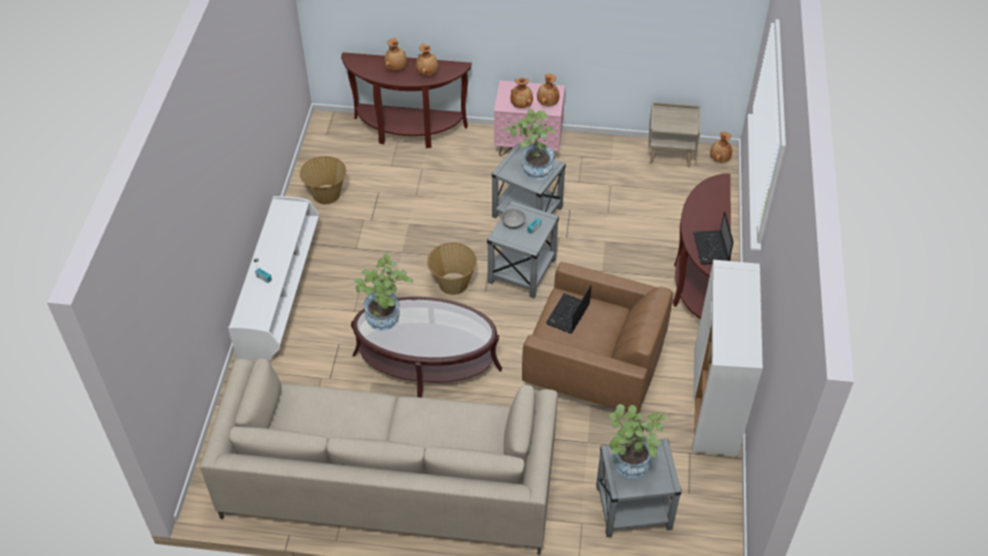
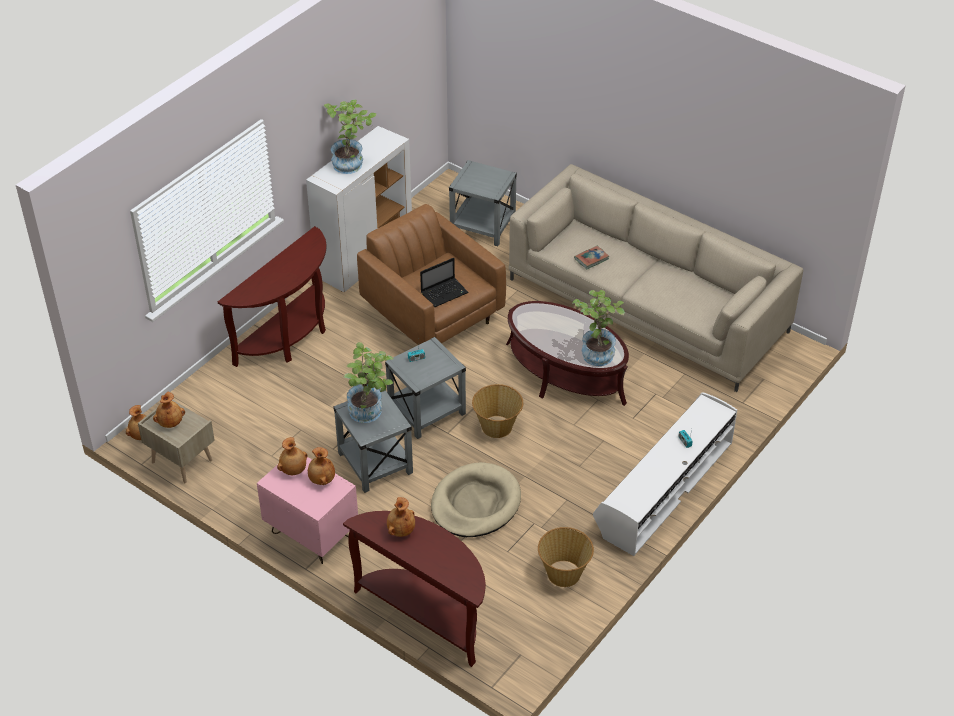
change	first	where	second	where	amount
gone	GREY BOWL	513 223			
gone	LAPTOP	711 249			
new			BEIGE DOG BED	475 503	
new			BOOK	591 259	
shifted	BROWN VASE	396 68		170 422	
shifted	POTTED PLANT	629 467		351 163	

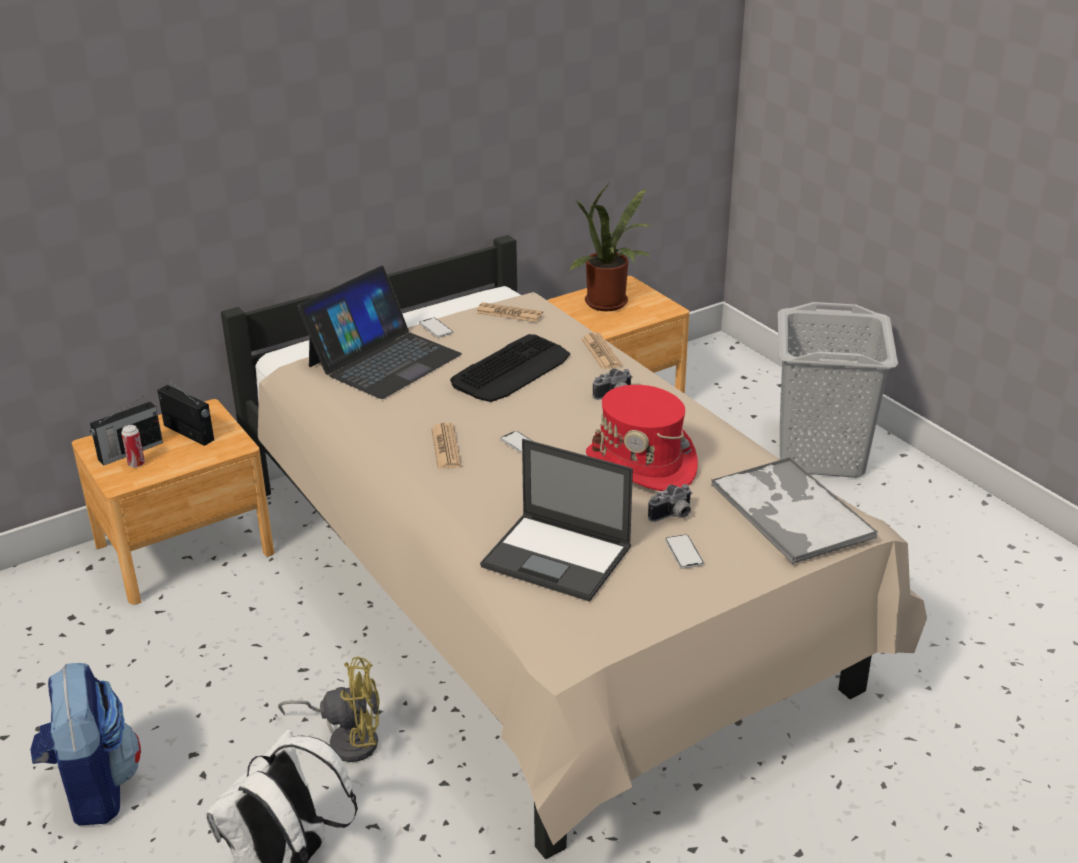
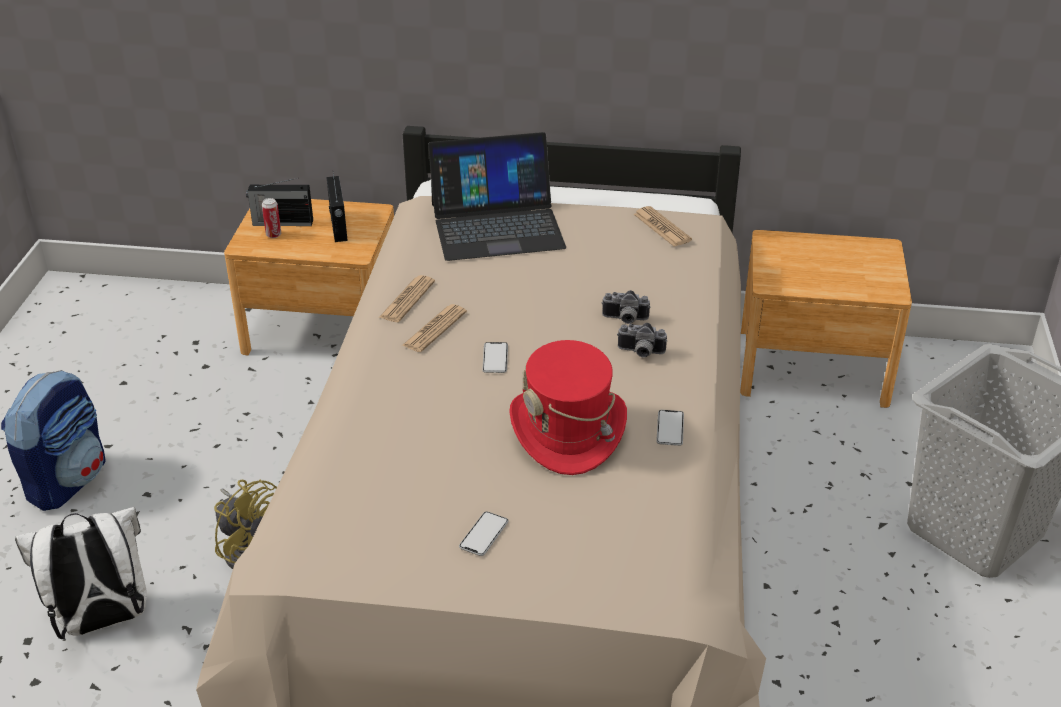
change	first	where	second	where	amount
gone	KEYBOARD	512 370			
gone	LAPTOP	558 557			
gone	POTTED PLANT	610 304			
gone	TRAY	790 510			
shifted	PHONE	436 328		670 428	
shifted	NEWSPAPER	601 352		407 300	
shifted	PHOTO CAMERA	673 516		624 320	

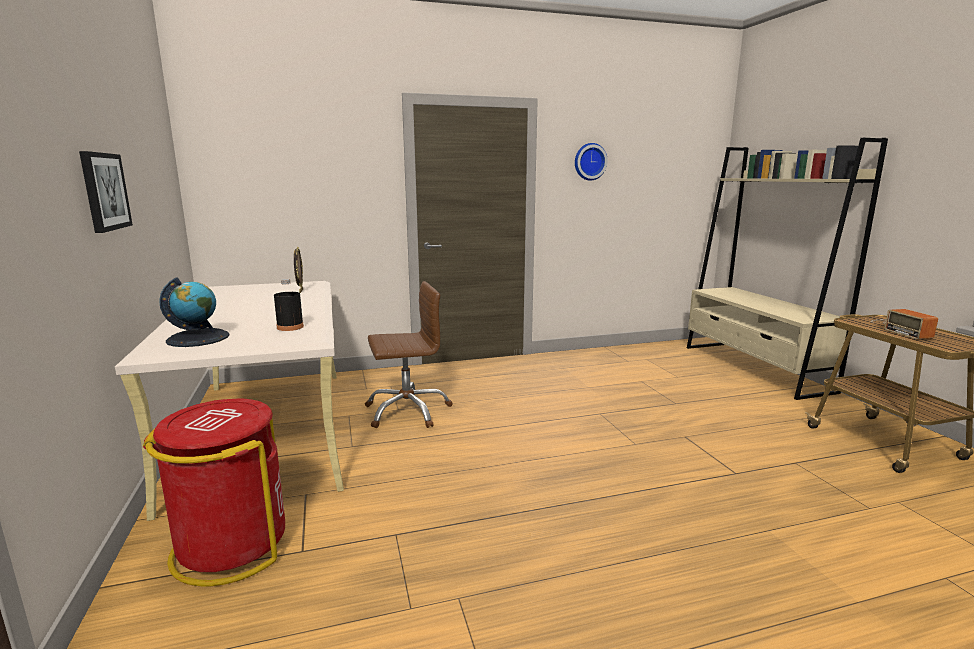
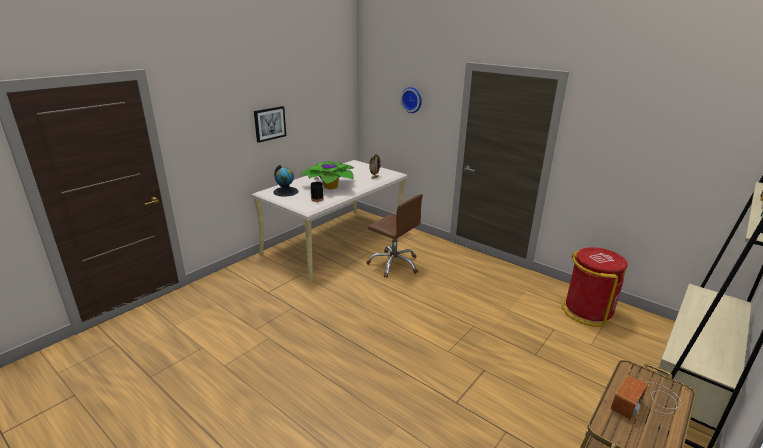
change	first	where	second	where	amount
new			POTTED PLANT	330 186	
shifted	RED TRASH CAN	231 546		587 311	
shifted	WALL CLOCK	589 161		412 99	

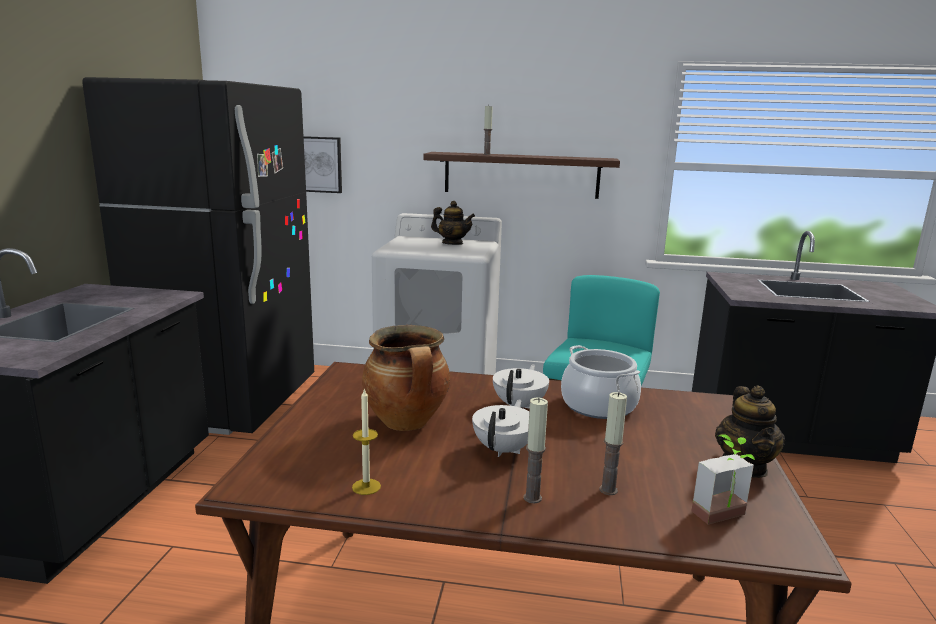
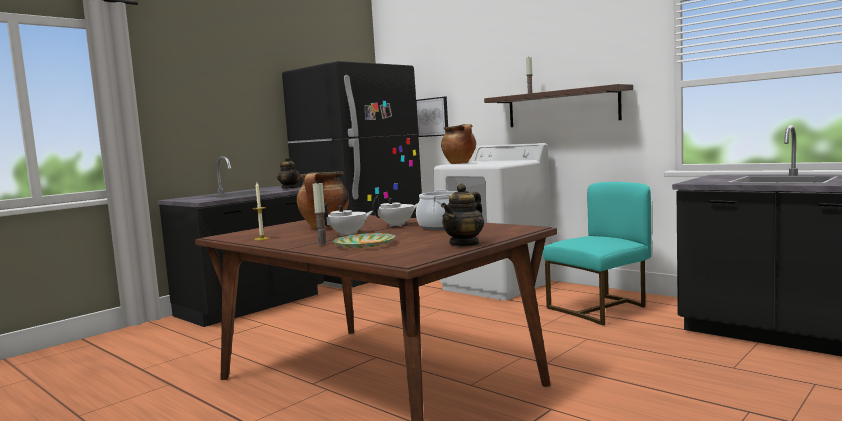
change	first	where	second	where	amount
gone	POTTED PLANT	725 518			
new			COOKING POT	460 163	
shifted	TEAPOT	452 243		290 188	
swapped	CANDLE	608 490	PLATE	364 245	

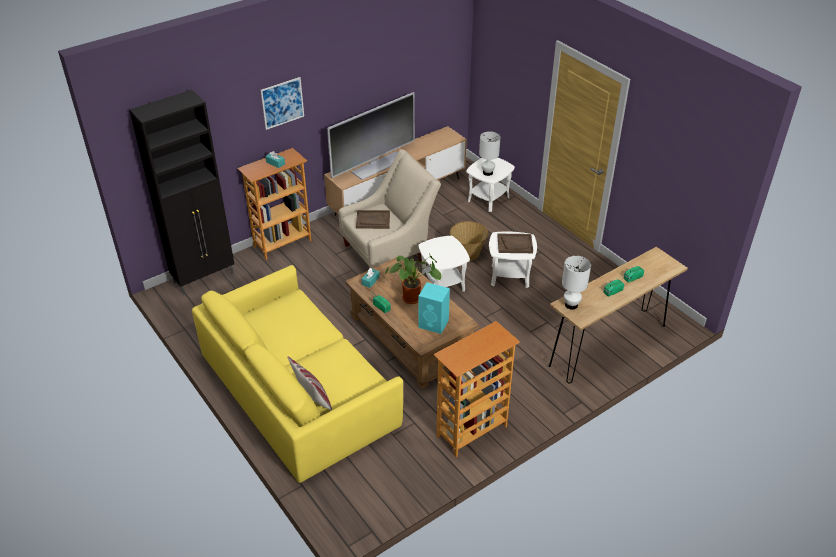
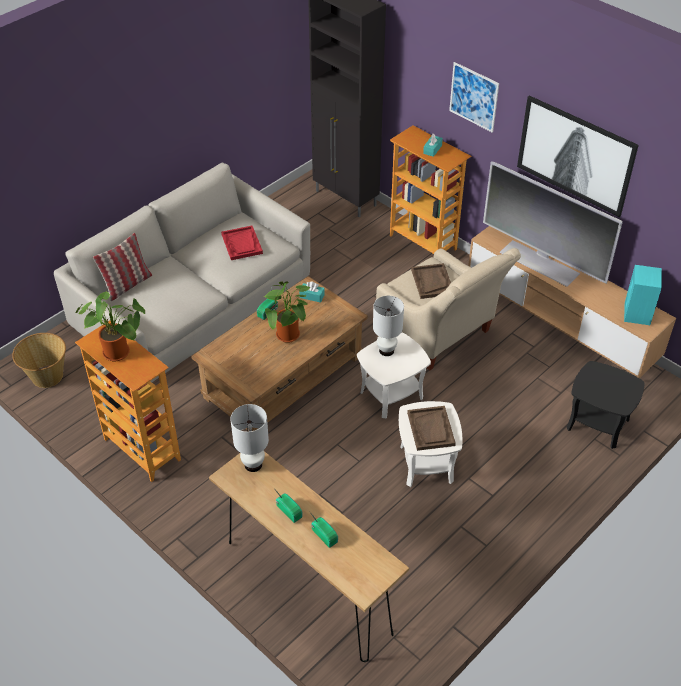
change	first	where	second	where	amount
new			POTTED PLANT	119 353	
new			RED TRAY	242 244	
new			PICTURE	576 155	
shifted	TURQUOISE SPEAKER	434 324		637 314	
shifted	BASKET	467 253		46 376	
shifted	WHITE TABLE LAMP	488 173		386 351	
repainted	YELLOW SOFA	298 389	GREY SOFA	192 299	
repainted	WHITE SIDE TABLE	488 199	BLACK SIDE TABLE	598 424	

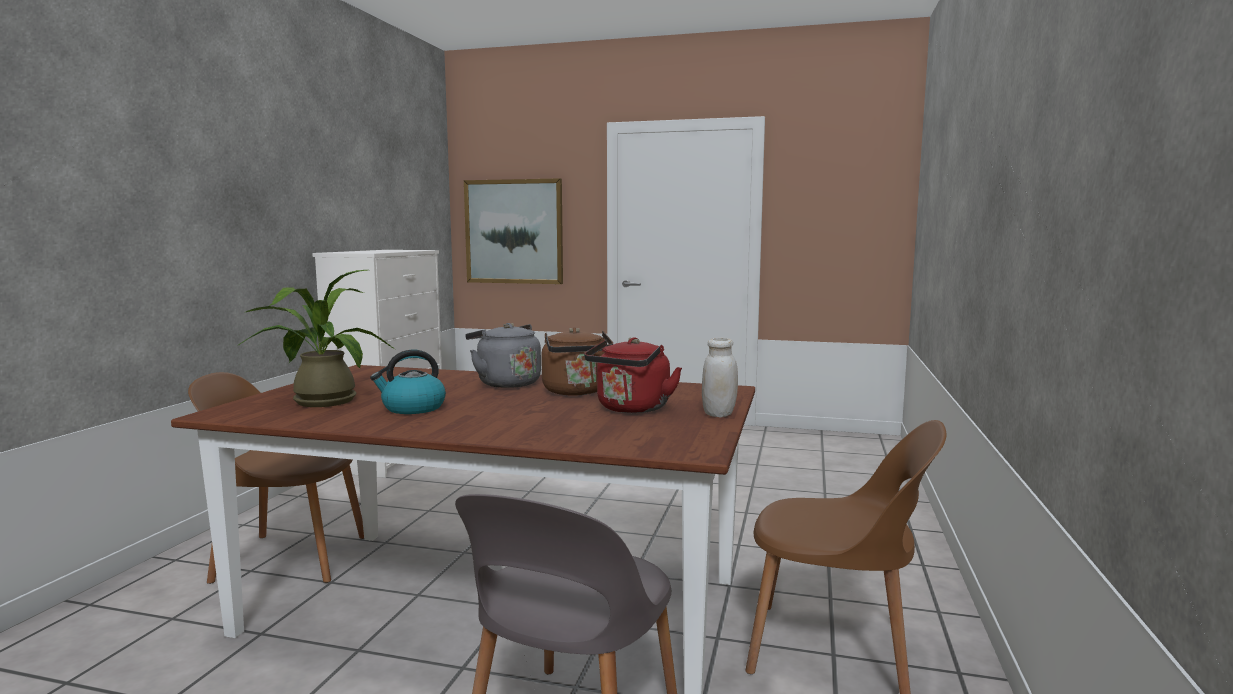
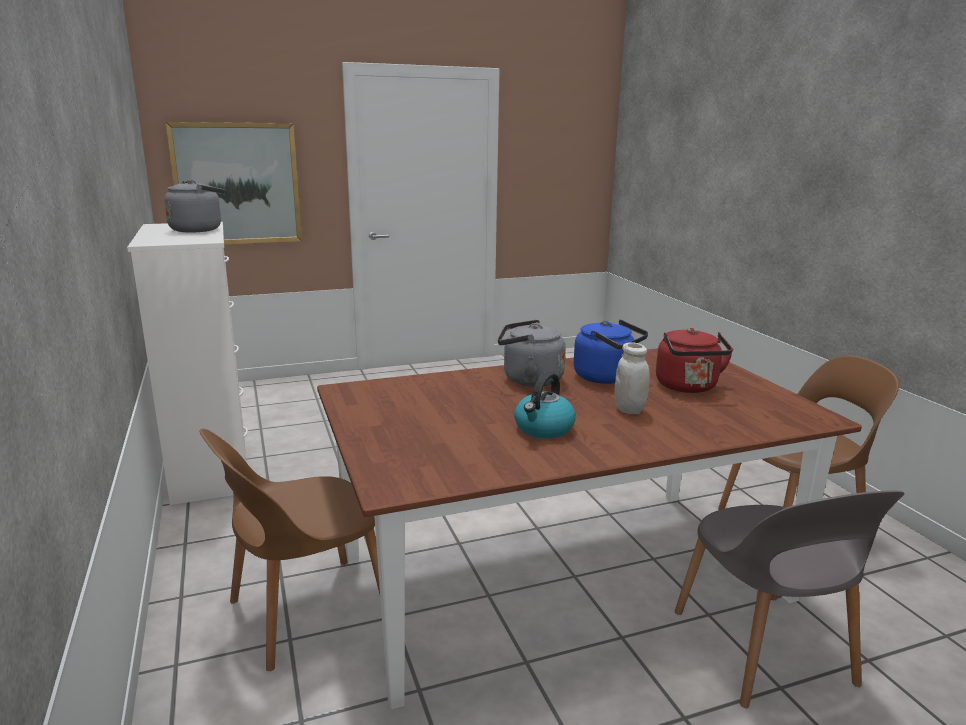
change	first	where	second	where	amount
gone	POTTED PLANT	319 400			
new			GREY KETTLE	199 230	
shifted	WHITE JAR	719 414		629 409	
repainted	BROWN KETTLE	577 392	BLUE KETTLE	607 377	

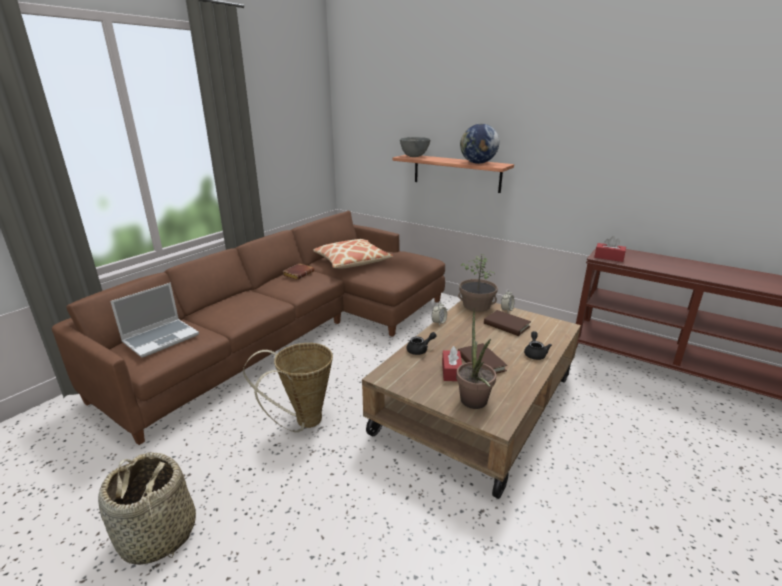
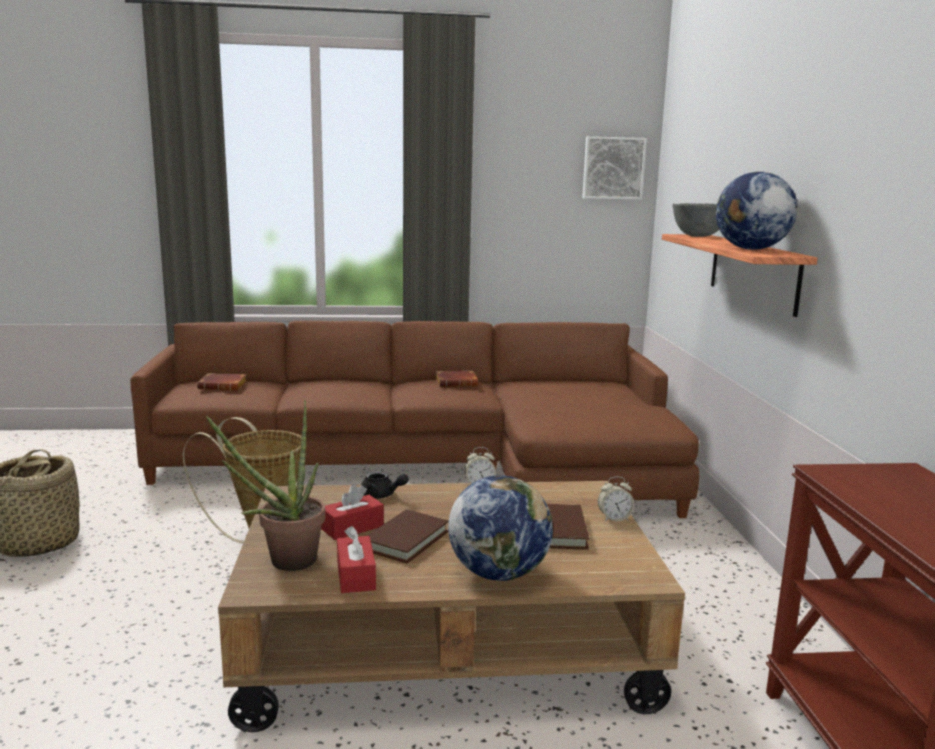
change	first	where	second	where	amount
gone	PILLOW	352 261			
gone	POTTED PLANT	476 305			
new			PICTURE	613 168	
shifted	RED TISSUE BOX	609 257		356 575	
swapped	LAPTOP	161 338	BROWN BOOK	224 386	
swapped	BLACK TEAPOT	535 353	GLOBE	498 573	

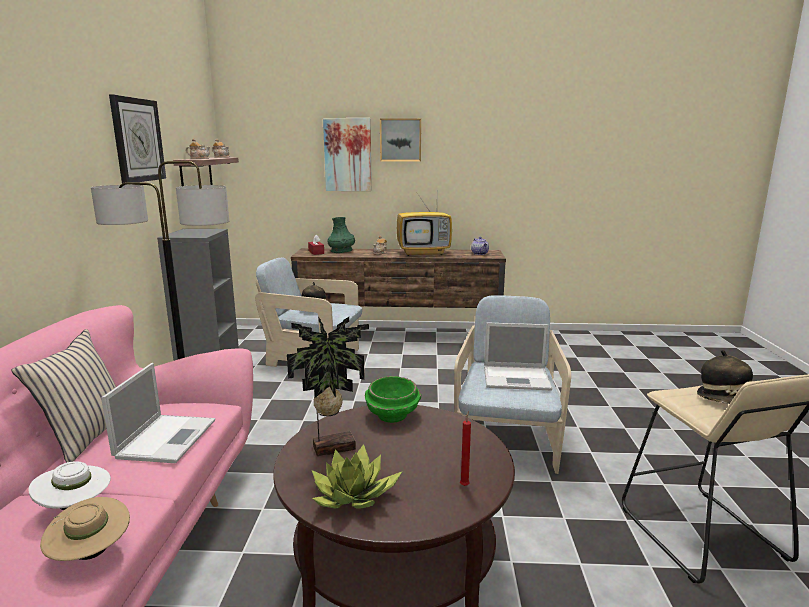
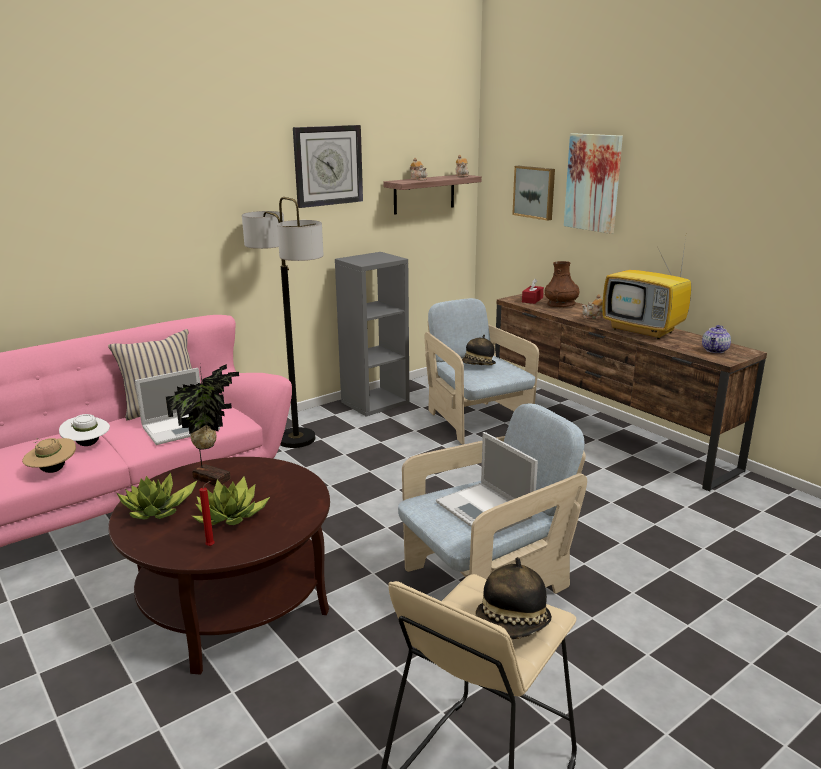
change	first	where	second	where	amount
gone	GREEN BOWL	393 415			
new			POTTED PLANT	231 516	
shifted	PICTURE	400 140		535 192	
repainted	GREEN VASE	341 251	BROWN VASE	561 304	

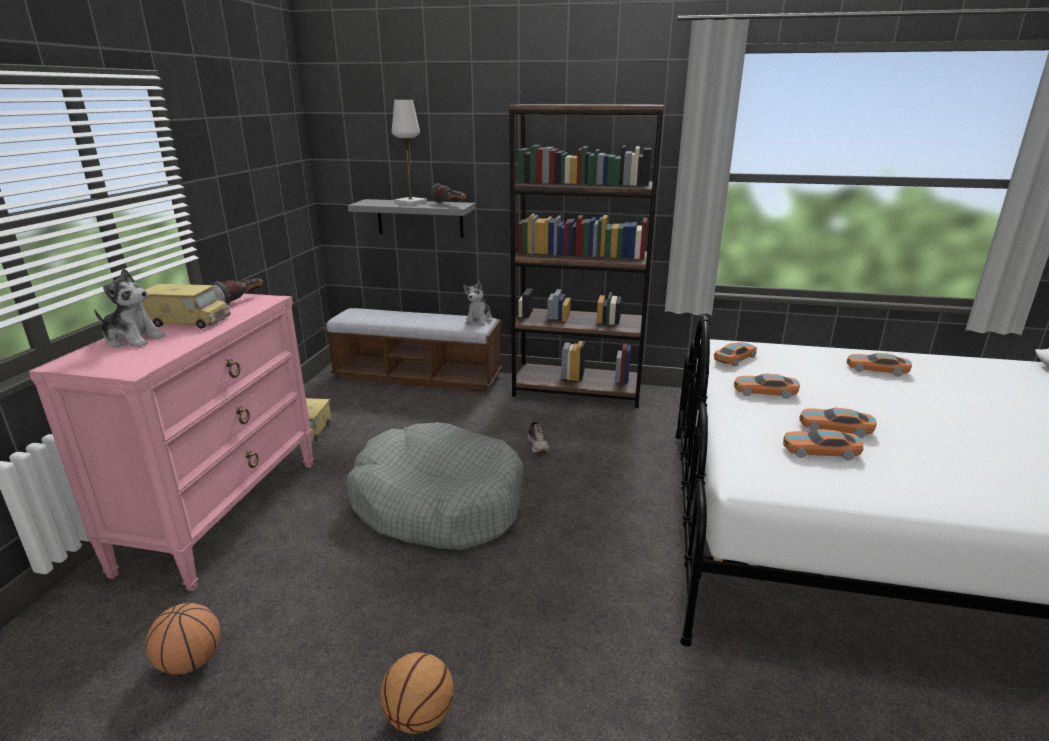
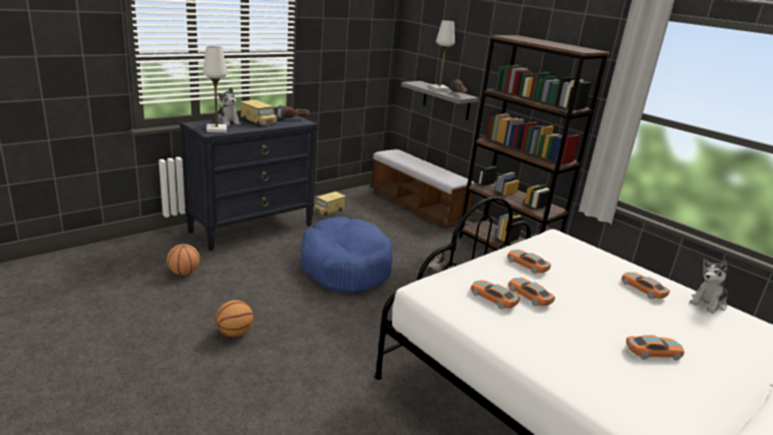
change	first	where	second	where	amount
new			WHITE TABLE LAMP	216 129	
shifted	PLUSH TOY	479 320		708 303	
shifted	TOY CAR	734 358		653 352	
repainted	PINK DRESSER	224 512	BLACK DRESSER	252 228	
repainted	GREY DOG BED	438 503	BLUE DOG BED	345 267	

